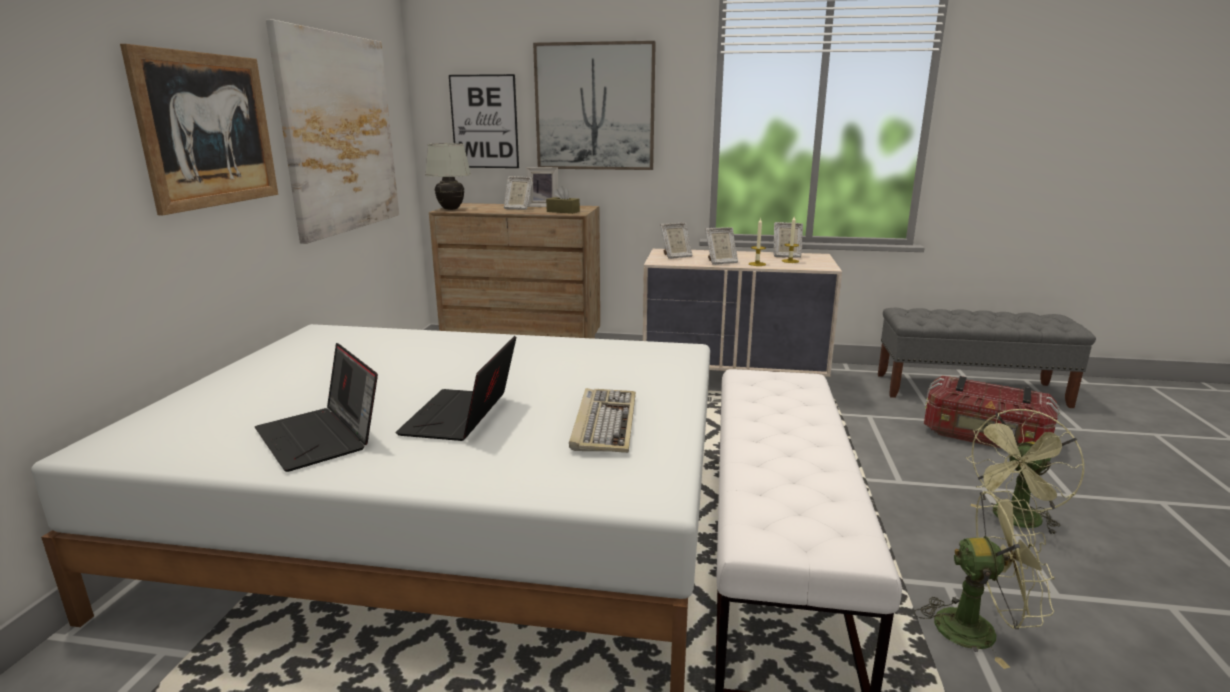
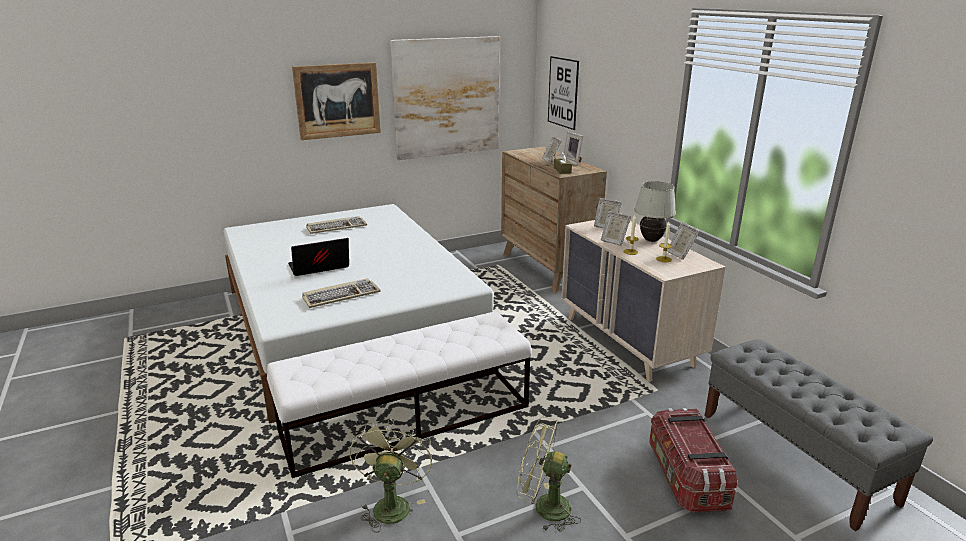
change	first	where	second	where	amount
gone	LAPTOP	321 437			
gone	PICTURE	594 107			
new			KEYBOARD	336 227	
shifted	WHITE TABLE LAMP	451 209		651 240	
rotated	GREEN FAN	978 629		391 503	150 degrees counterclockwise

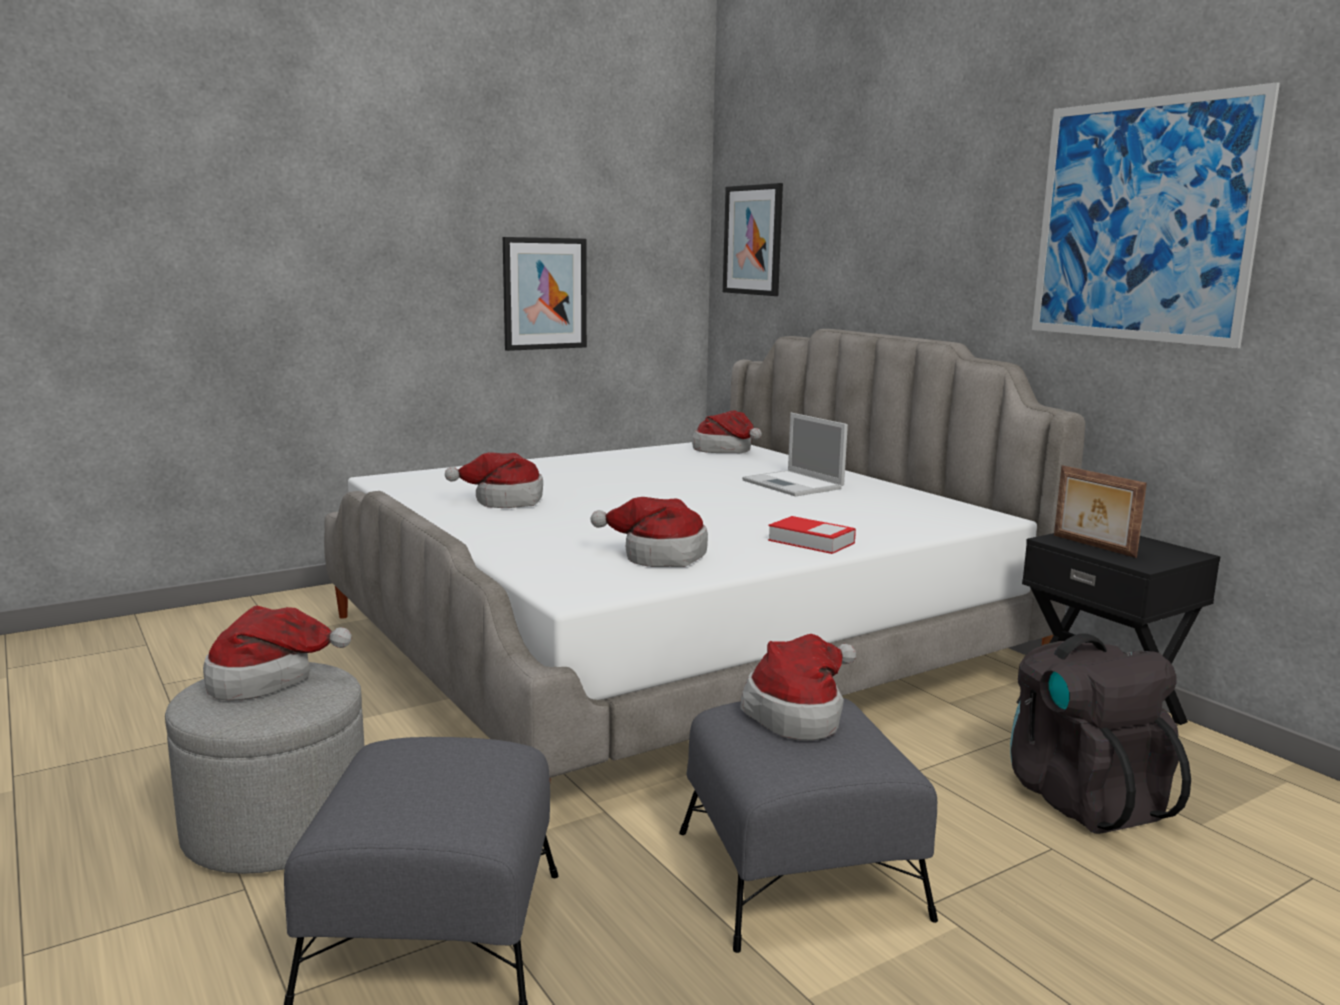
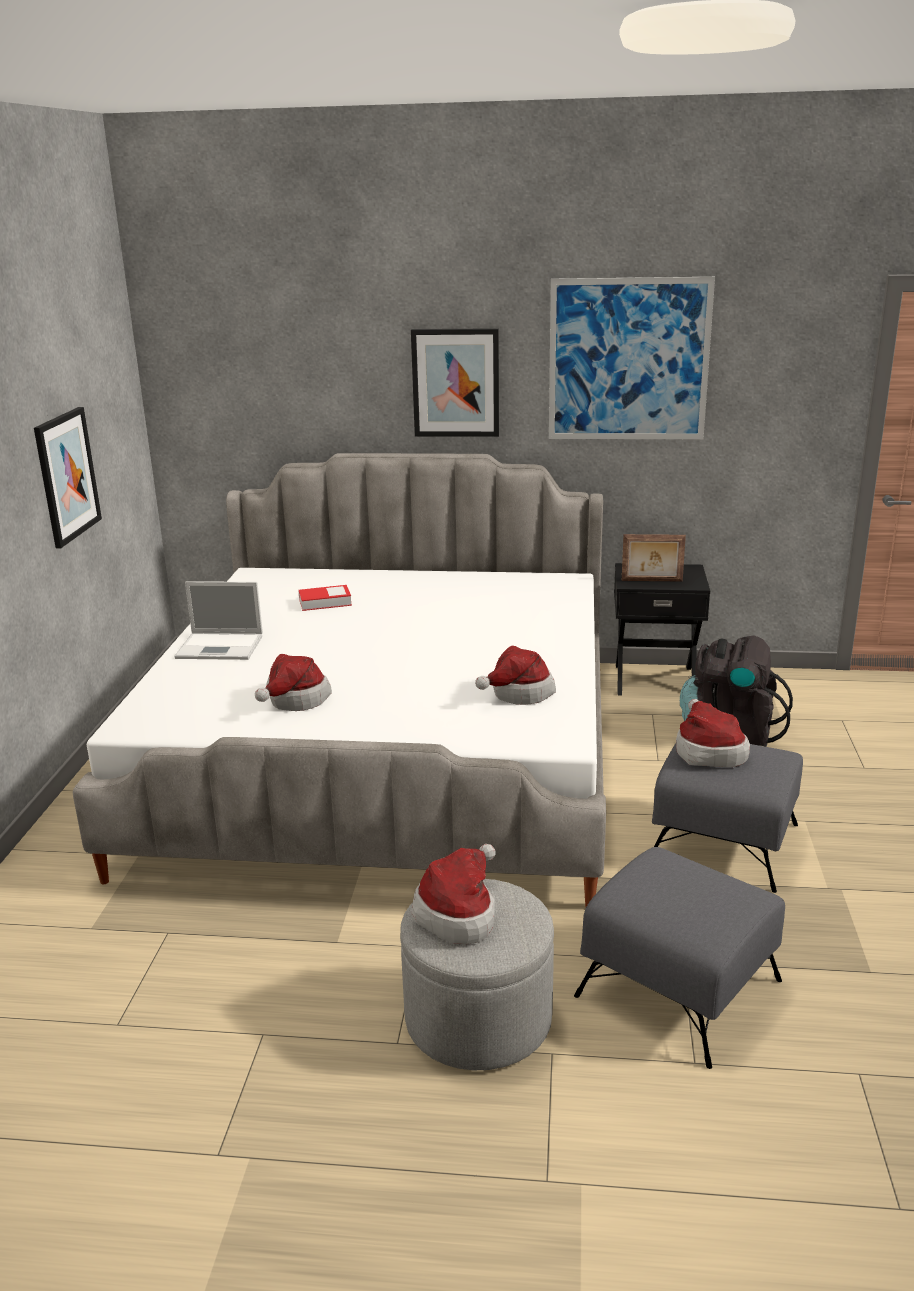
change	first	where	second	where	amount
gone	HAT	726 450			
shifted	PICTURE	753 240		456 383	
shifted	LAPTOP	794 485		221 647	
shifted	BOOK	811 542		325 602	

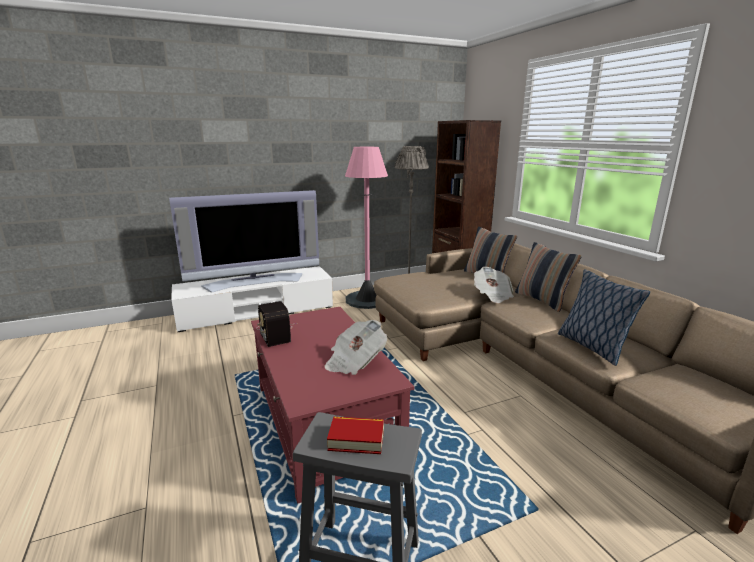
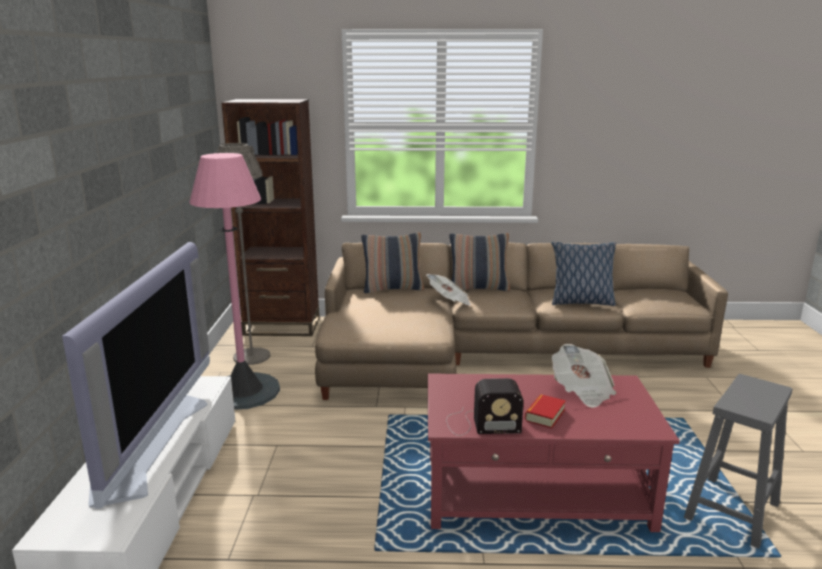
change	first	where	second	where	amount
shifted	BOOK	356 439		545 415	

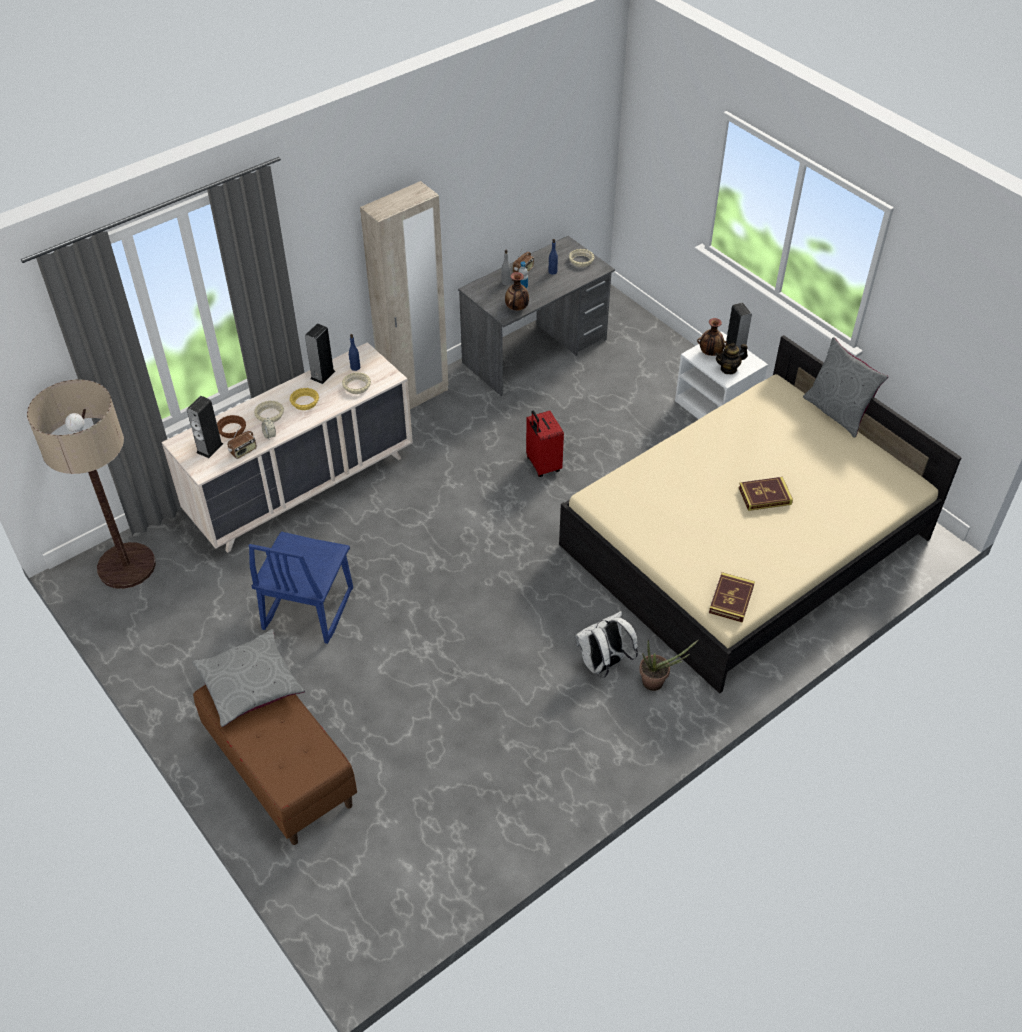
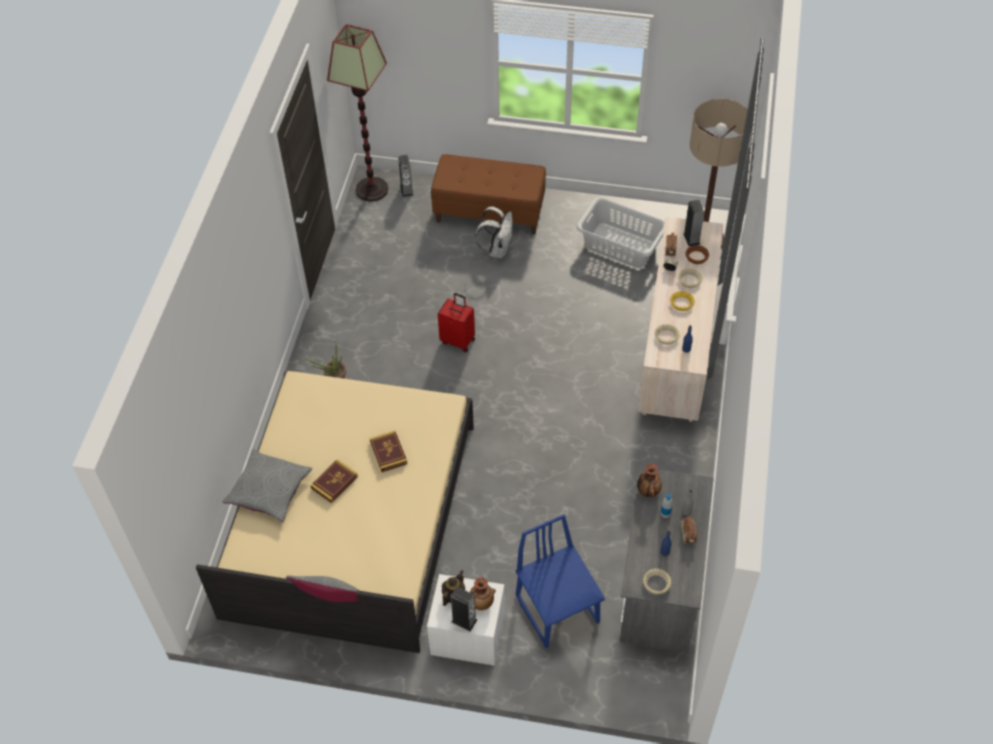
change	first	where	second	where	amount
gone	BEIGE WARDROBE	415 397			
new			FLOOR LAMP	371 189	
new			GREY LAUNDRY BASKET	620 246	
shifted	GREY PILLOW	250 684		269 490	
shifted	BLUE CHAIR	307 608		558 609	
shifted	SPEAKER	322 375		406 190	
shifted	RED SUITCASE	542 465		458 340	
shifted	WHITE BACKPACK	603 664		497 249	
shifted	BOOK	731 599		388 453	

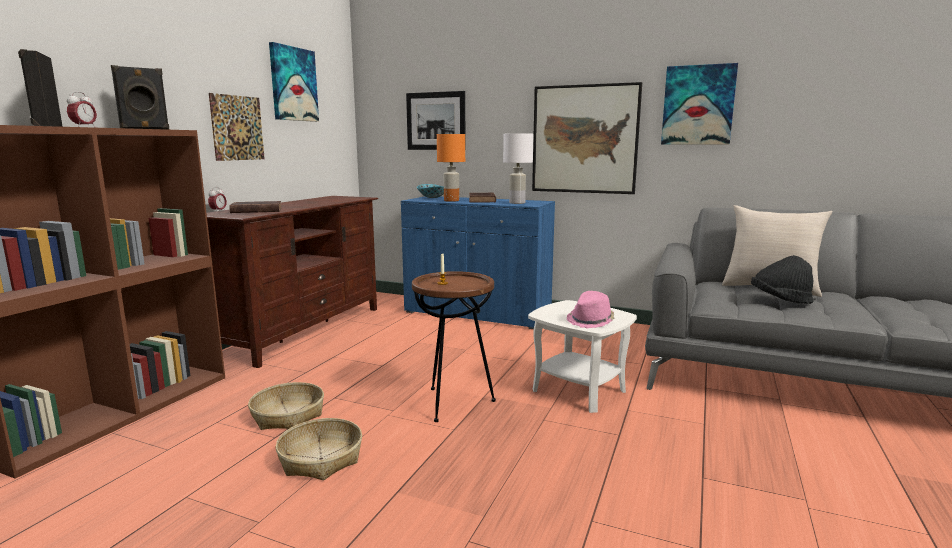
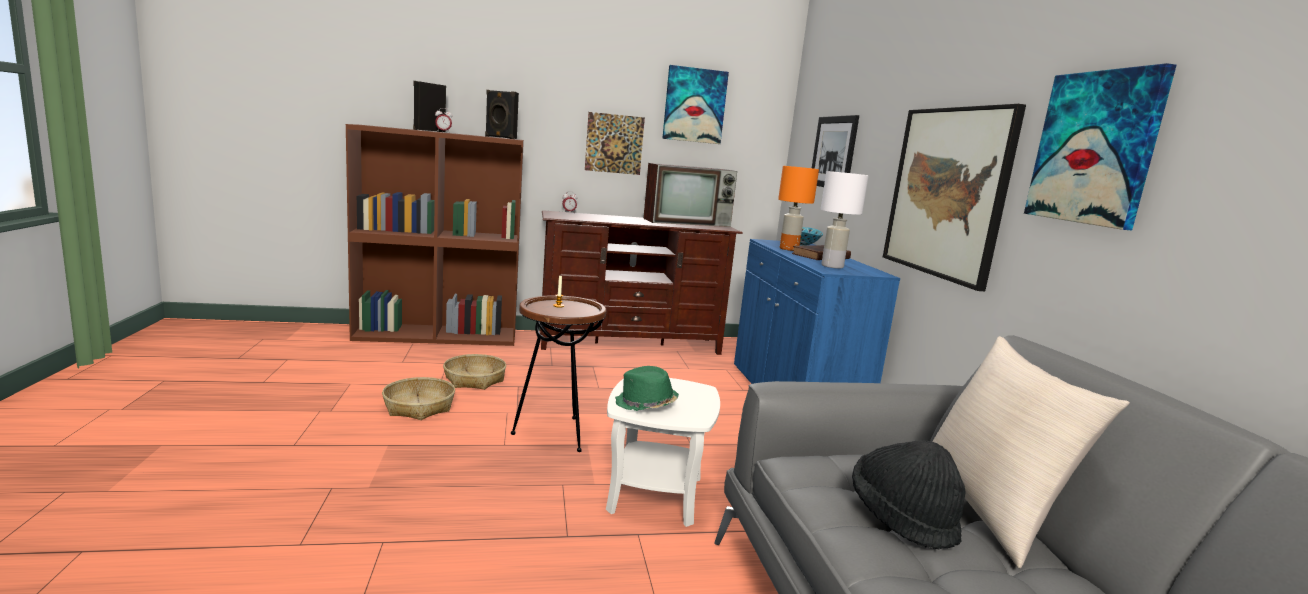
change	first	where	second	where	amount
gone	BROWN BOOK	255 210			
new			TELEVISION	688 222	
repainted	PINK HAT	591 321	GREEN HAT	645 404	

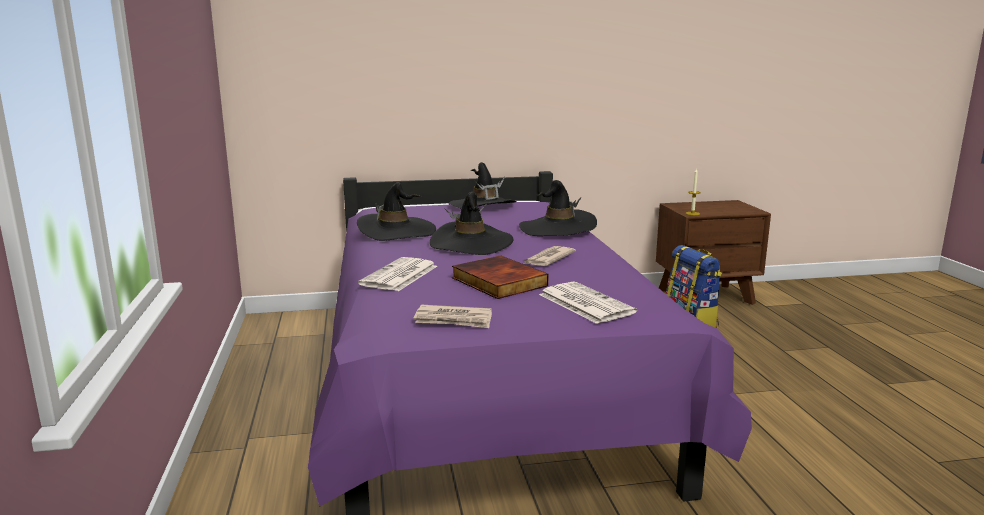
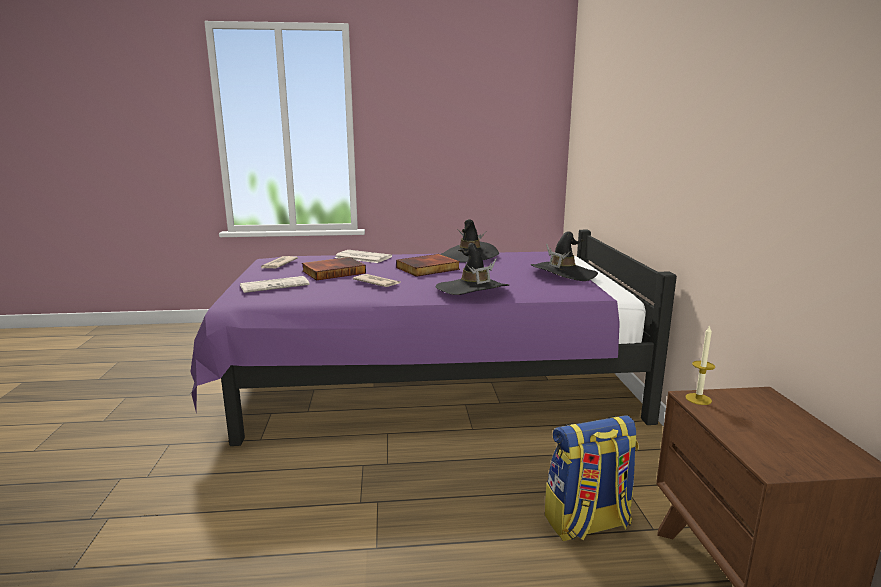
change	first	where	second	where	amount
swapped	BLACK HAT	471 244	BOOK	428 269	

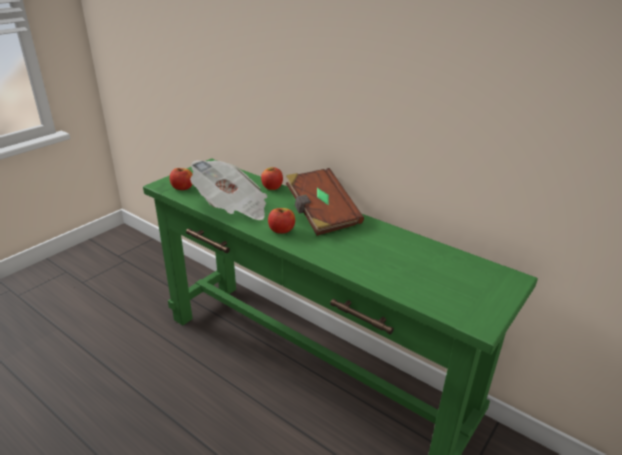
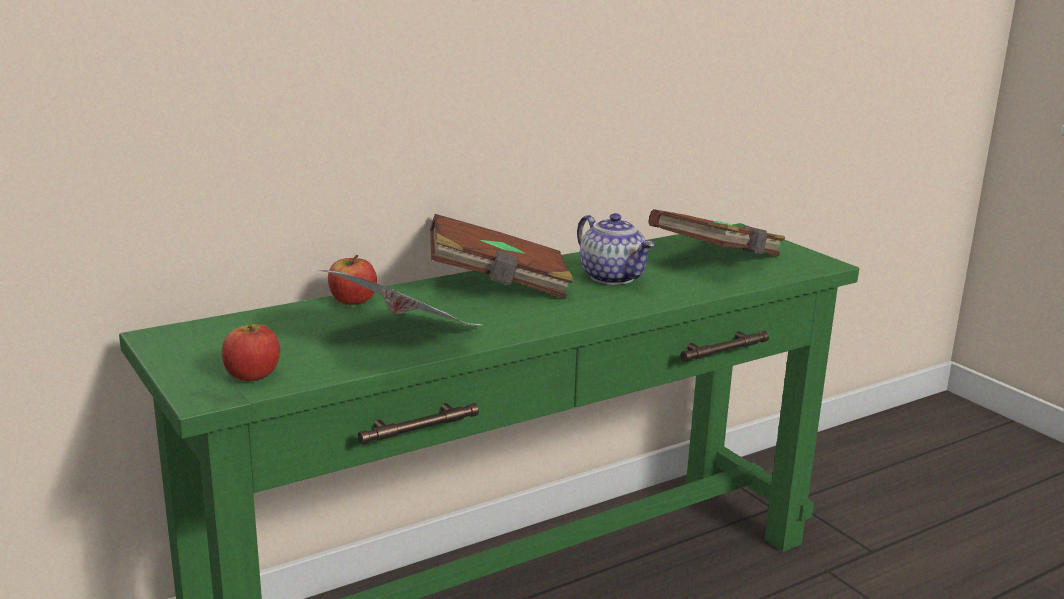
change	first	where	second	where	amount
gone	APPLE	281 230			
new			TEAPOT	614 277	
new			BROWN BOOK	717 260	

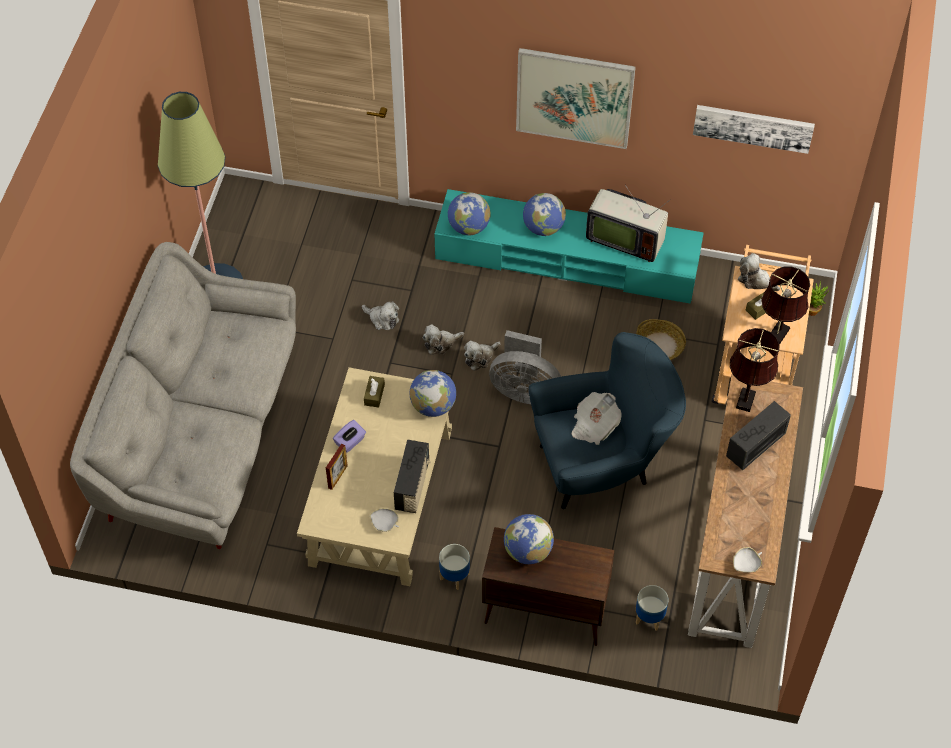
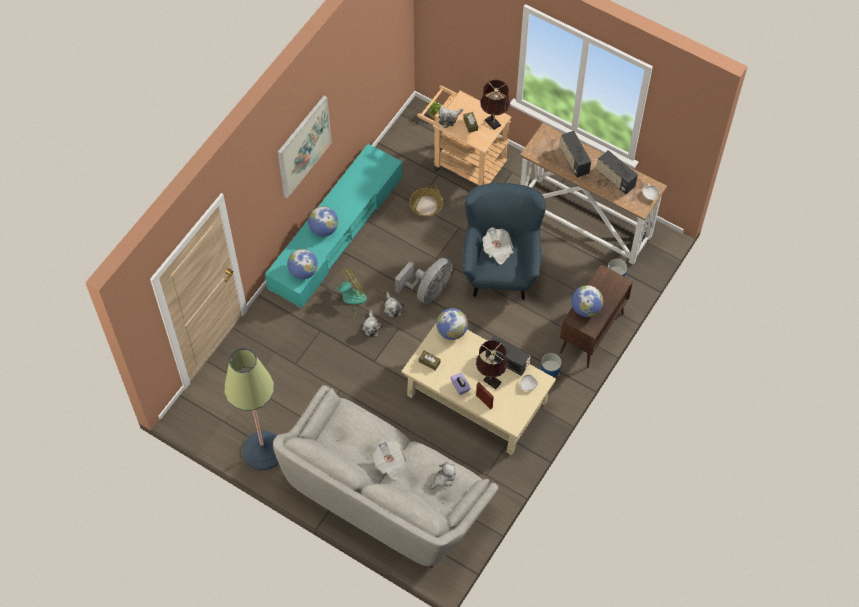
change	first	where	second	where	amount
gone	TELEVISION	625 238			
gone	PICTURE	753 127			
new			FAN	348 300	
new			NEWSPAPER	390 463	
new			RADIO	615 179	
shifted	PLUSH TOY	382 319		443 479	
shifted	BROWN TABLE LAMP	746 398		490 380	

